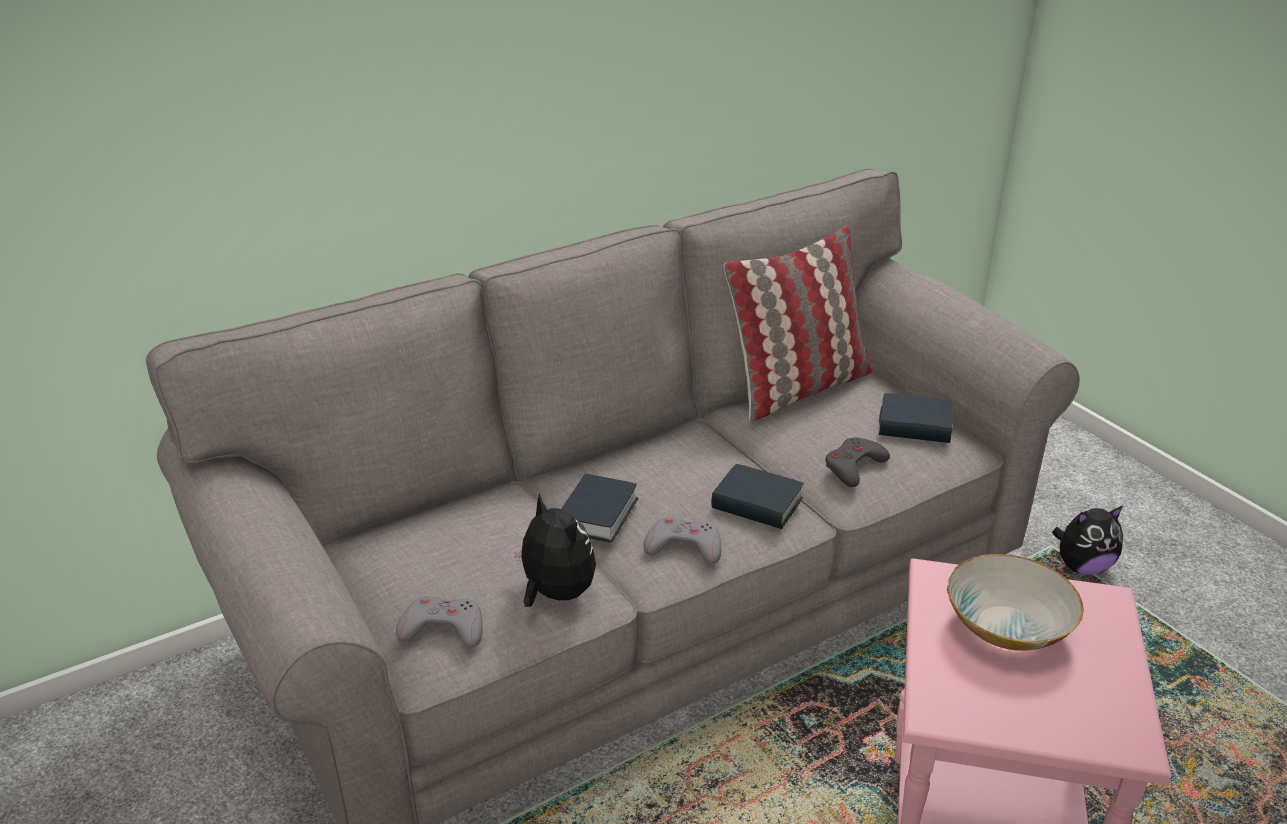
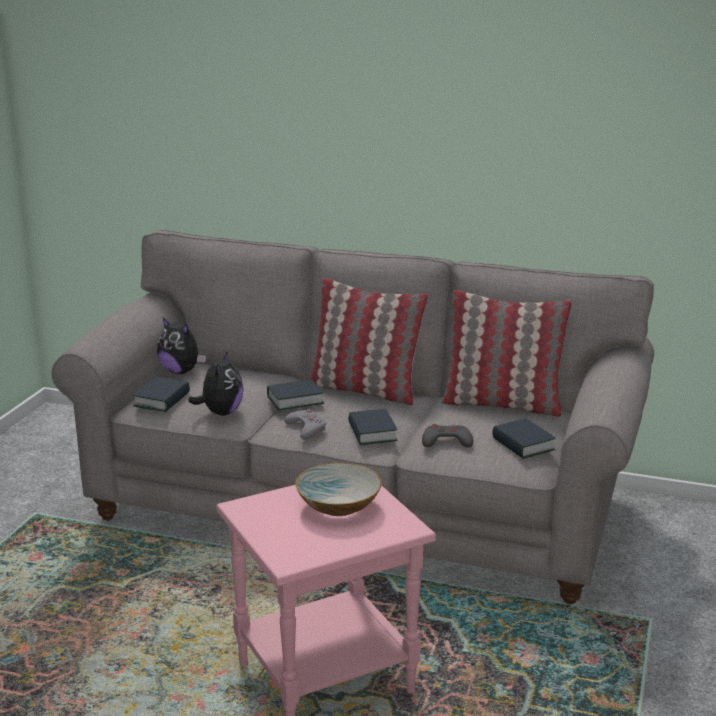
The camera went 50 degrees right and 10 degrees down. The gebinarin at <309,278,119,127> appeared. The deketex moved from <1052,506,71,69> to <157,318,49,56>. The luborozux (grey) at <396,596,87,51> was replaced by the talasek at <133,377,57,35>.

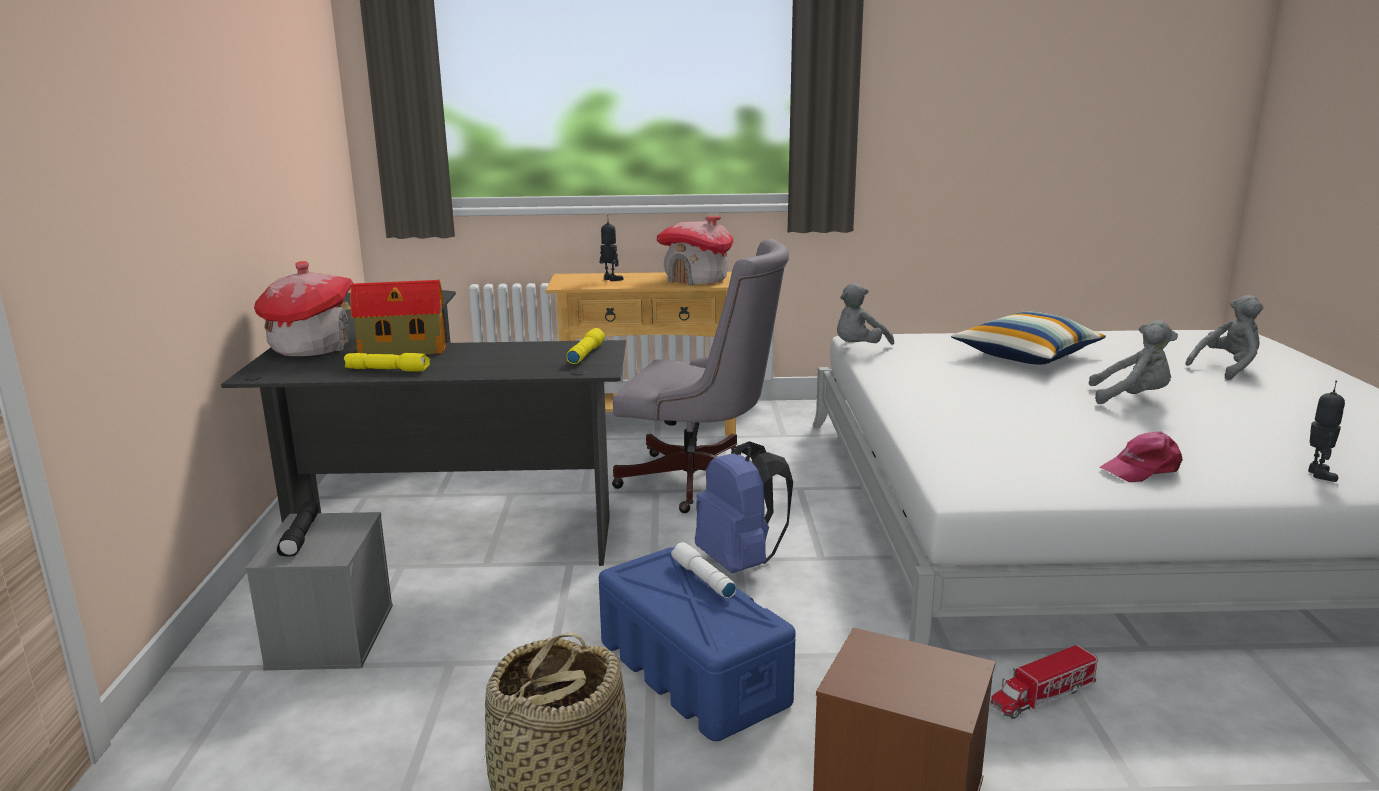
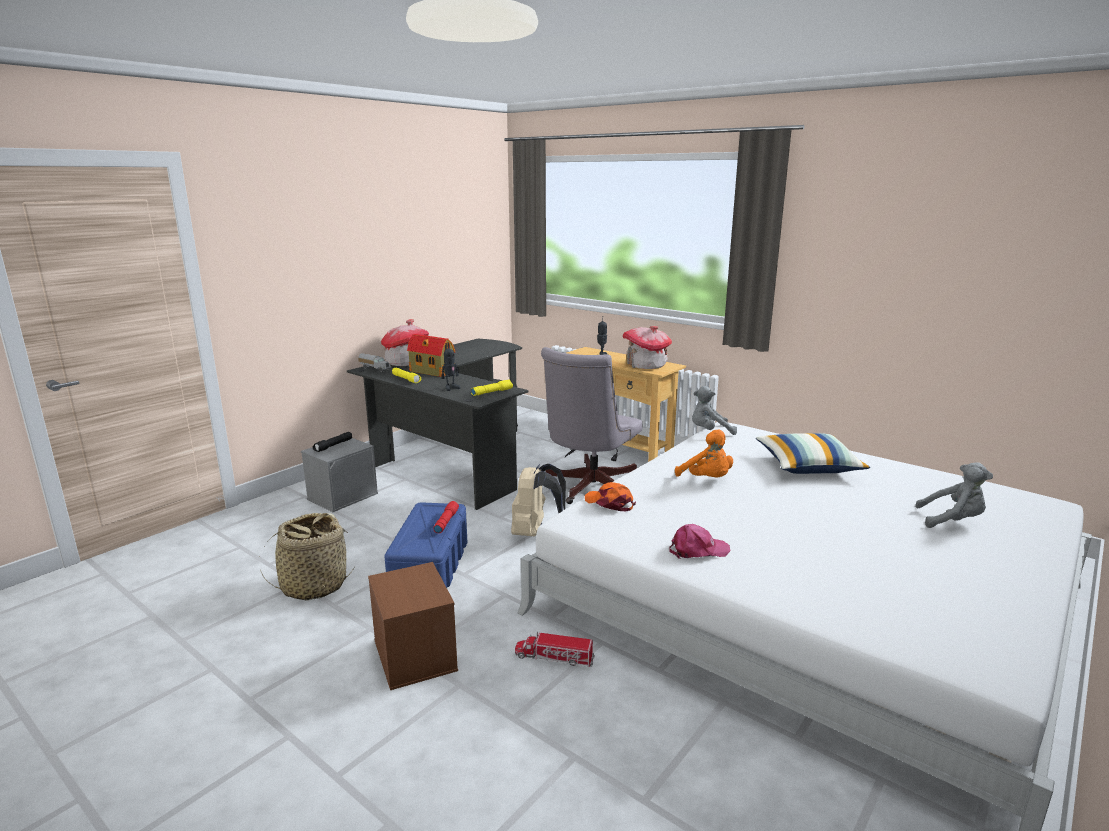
The camera went 40 degrees right and 0 degrees up. The deketex (grey) at <1089,320,89,84> disappeared. The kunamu at <358,353,33,19> appeared. The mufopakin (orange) at <585,482,51,30> appeared. The deketex (orange) at <675,429,58,48> appeared. The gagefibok moved from <1308,381,37,101> to <441,343,19,48>. The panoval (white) at <671,542,65,56> became the panoval (red) at <434,501,25,32>. The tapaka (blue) at <695,441,98,132> became the tapaka (beige) at <511,464,55,72>. The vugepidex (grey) at <612,239,177,274> turned 60 degrees clockwise. The mufopakin (pink) at <1099,432,84,50> turned 150 degrees clockwise.

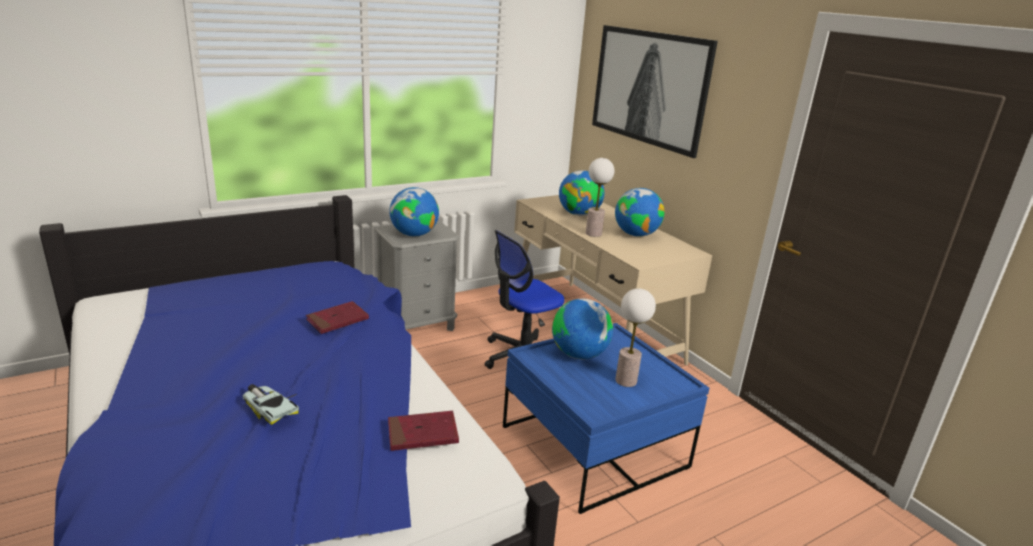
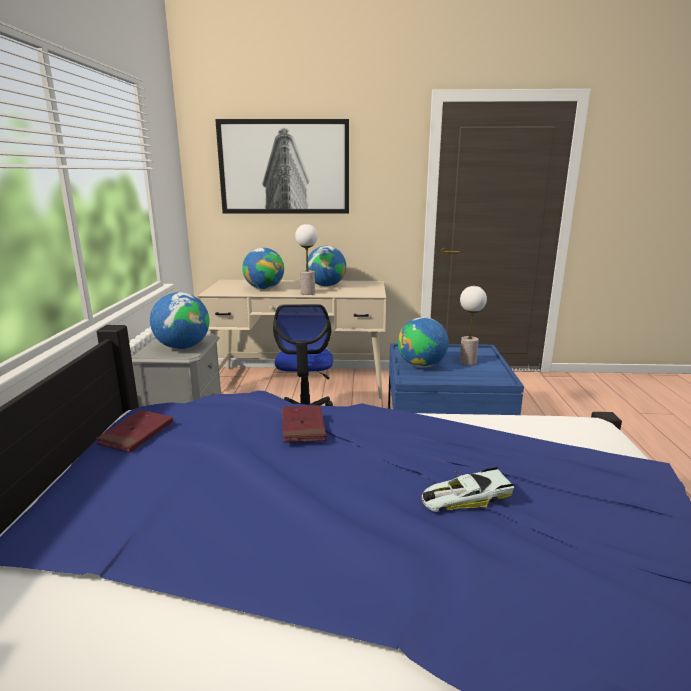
The camera went 55 degrees left and 5 degrees down. The talasek (red) moved from <388,411,71,40> to <96,410,77,43>.

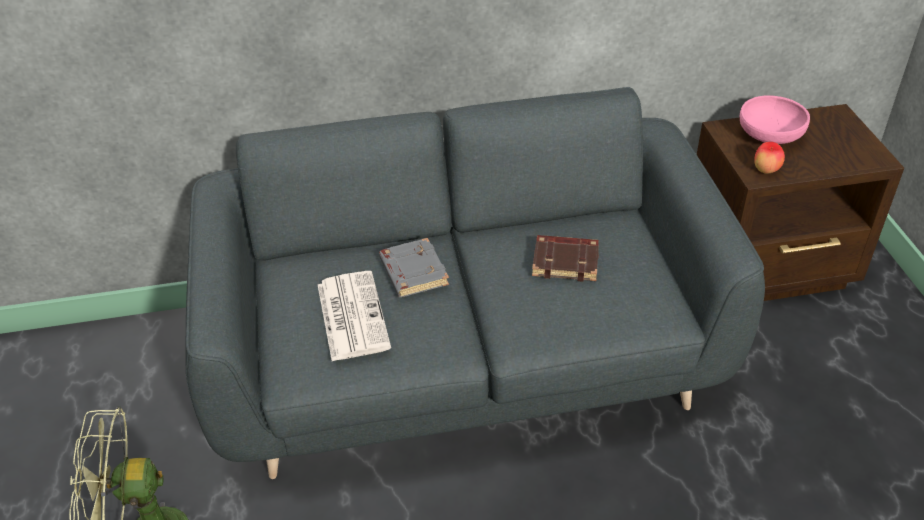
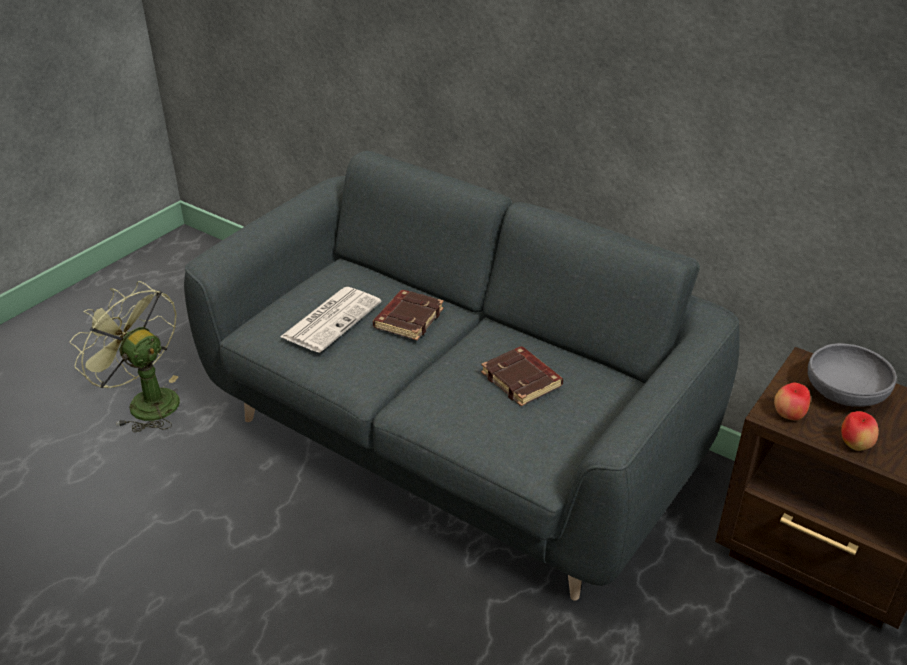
The camera went 45 degrees right and 5 degrees down. The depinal at <841,411,38,40> appeared. The talasek (grey) at <379,238,70,59> became the talasek (brown) at <373,290,71,50>. The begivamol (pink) at <740,96,70,48> became the begivamol (grey) at <808,343,89,64>.

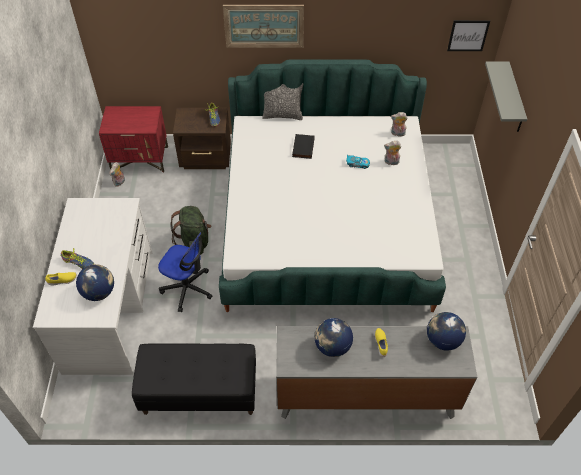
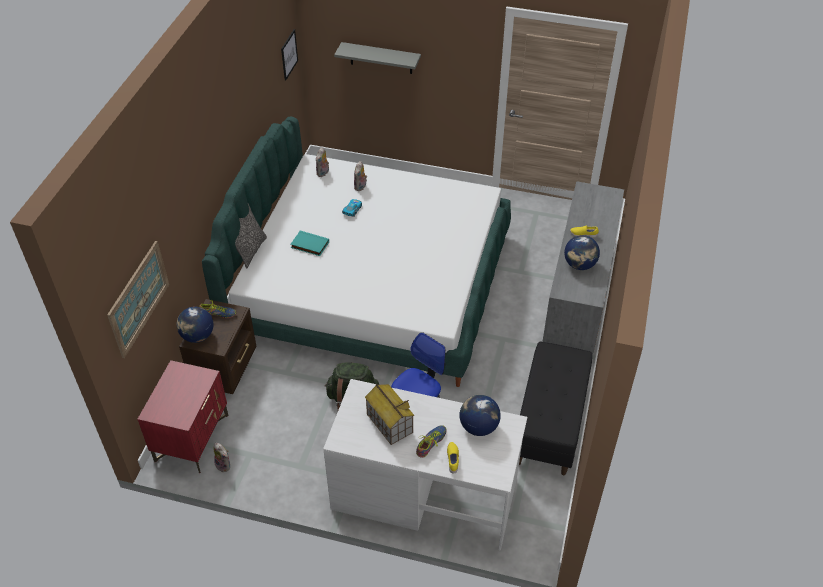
The camera went 75 degrees left and 5 degrees down. The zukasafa at <365,384,49,61> appeared. The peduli moved from <223,5,81,43> to <107,241,62,117>. The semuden moved from <427,312,39,39> to <177,307,37,36>. The talasek (black) at <292,134,23,25> became the talasek (turquoise) at <291,231,38,25>.

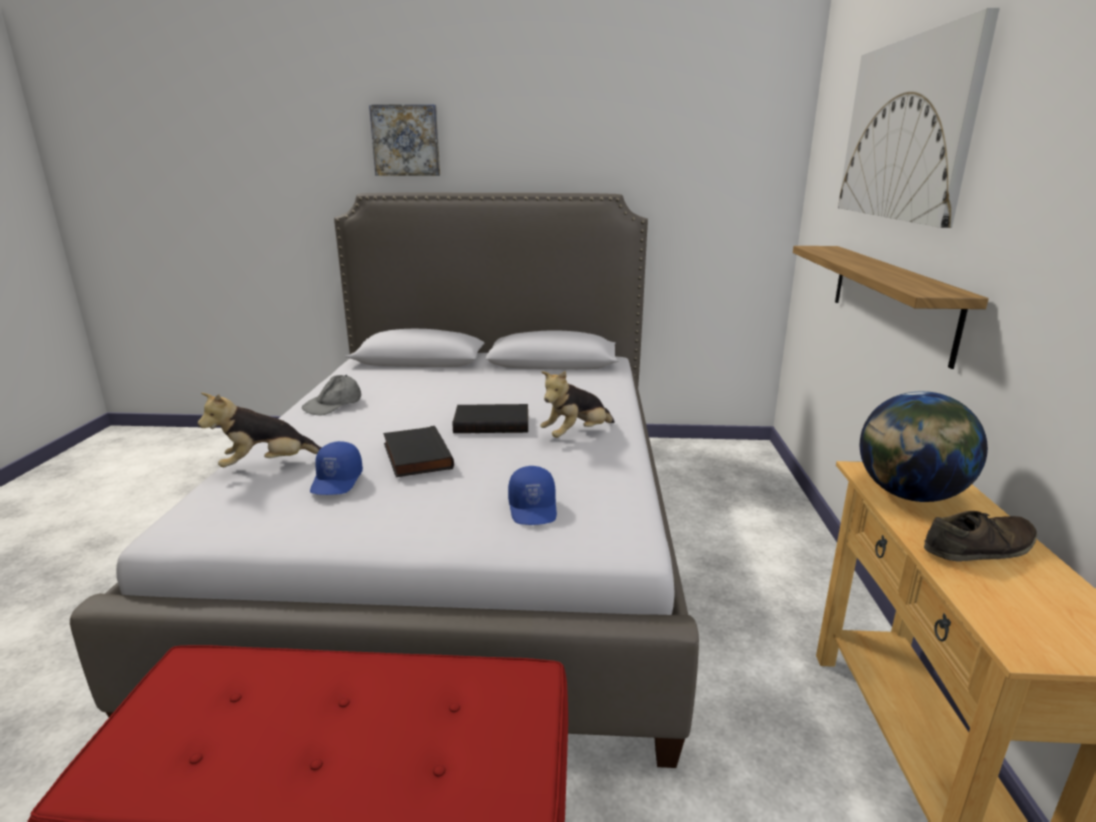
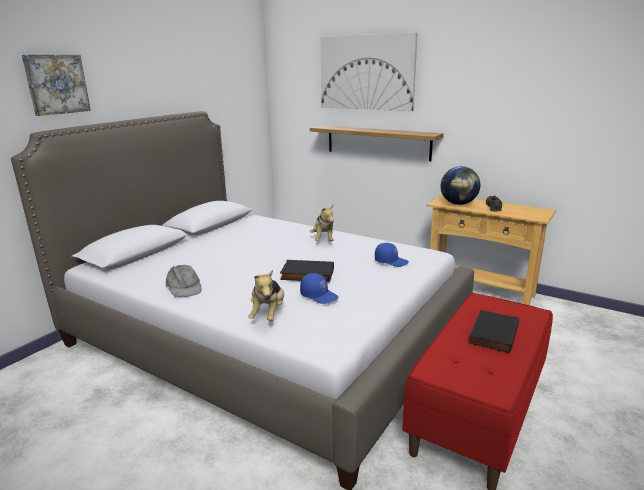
The camera went 60 degrees left and 0 degrees up. The talasek (black) moved from <453,404,75,29> to <469,310,50,43>.

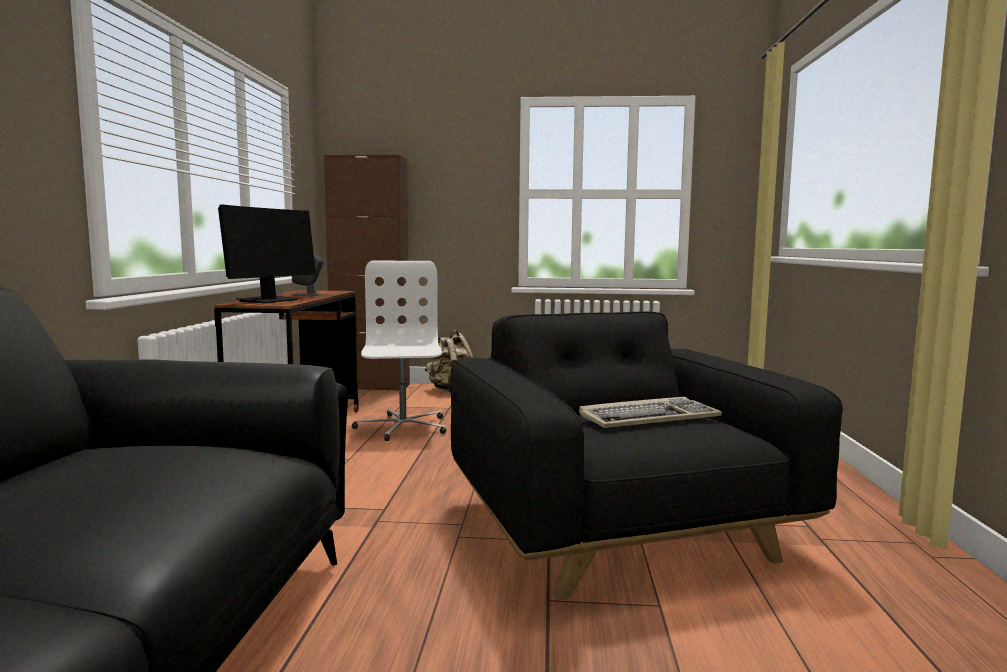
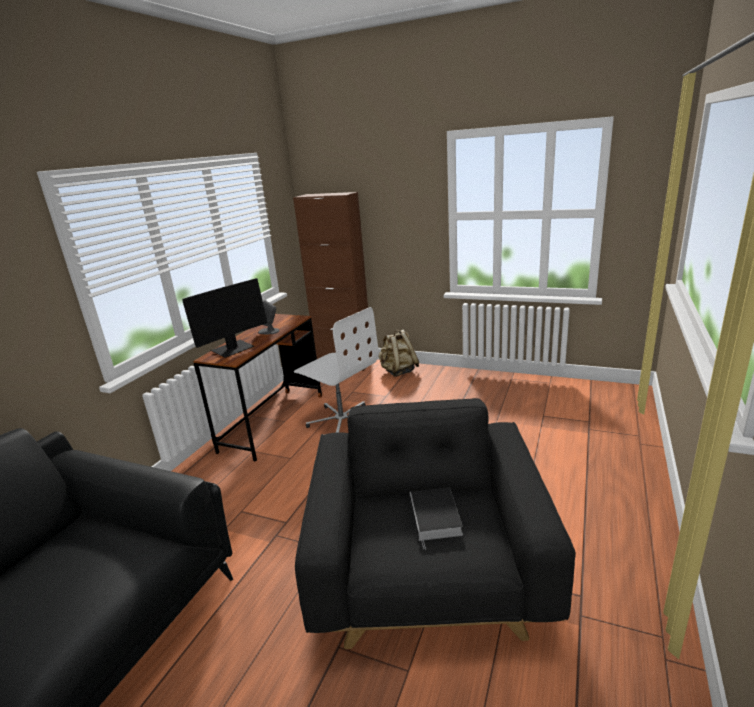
The camera went 20 degrees right and 15 degrees up. The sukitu at <579,397,143,31> was replaced by the talasek at <410,487,53,62>. The vugepidex (white) at <352,261,94,180> turned 120 degrees clockwise.

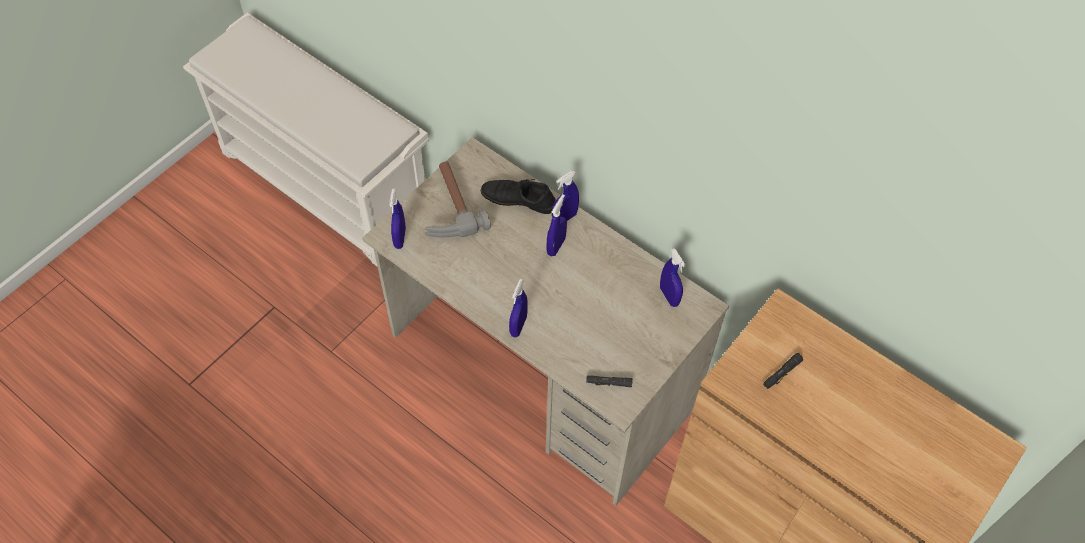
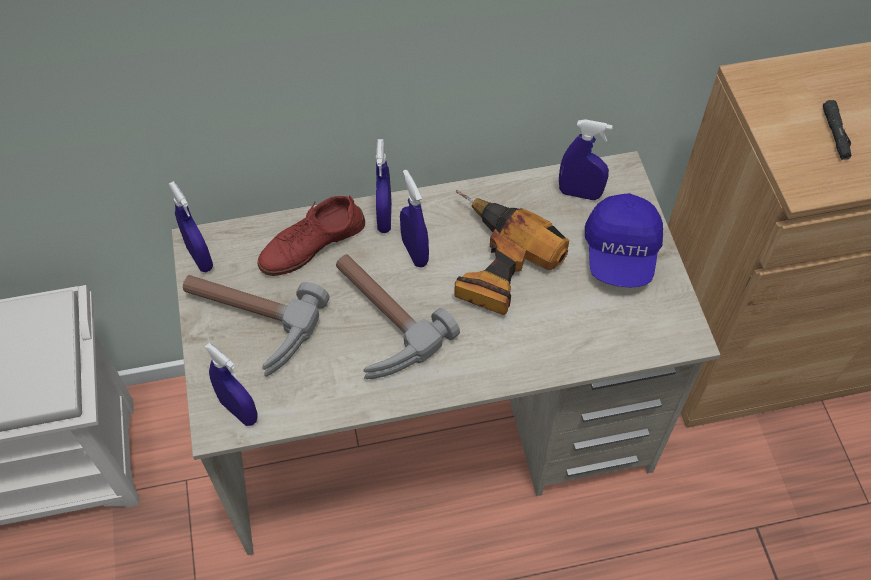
The camera went 50 degrees left and 0 degrees up. The panoval (black) at <586,376,47,11> disappeared. The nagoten at <336,254,124,125> appeared. The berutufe at <454,190,115,125> appeared. The mufopakin (blue) at <585,193,78,94> appeared. The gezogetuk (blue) moved from <509,279,19,58> to <169,181,44,91>. The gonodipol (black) at <481,179,75,35> became the gonodipol (red) at <258,195,107,81>.

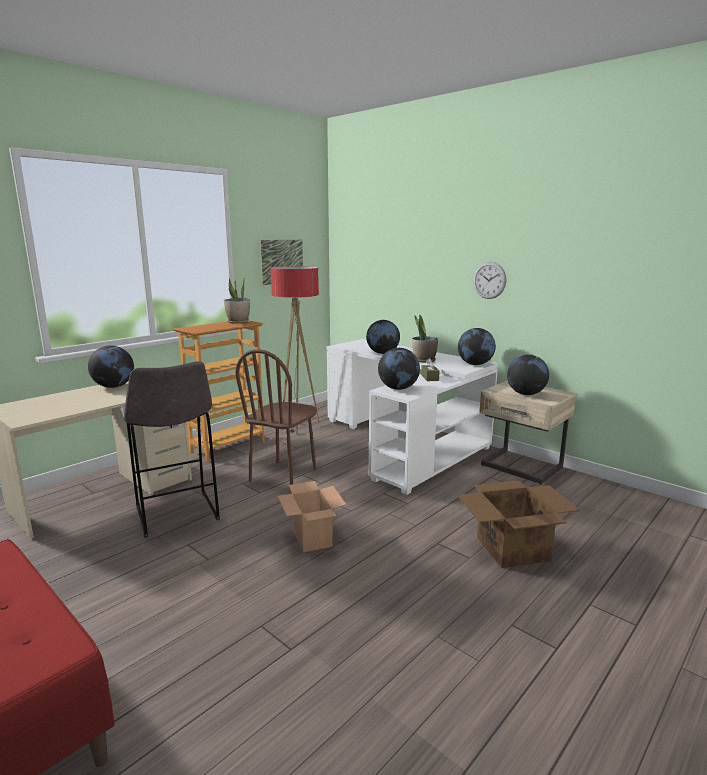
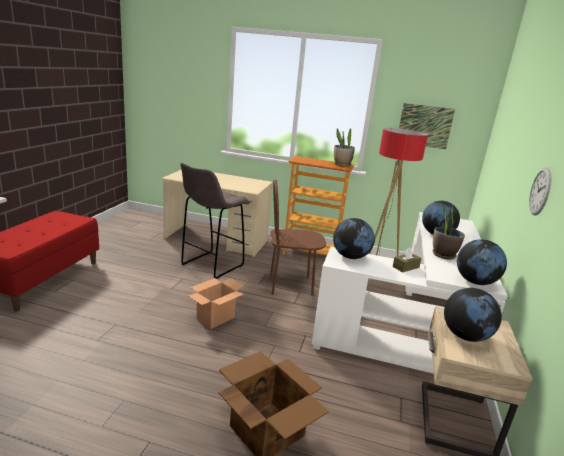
The camera went 60 degrees right and 5 degrees up. The semuden at <88,345,46,43> disappeared.

